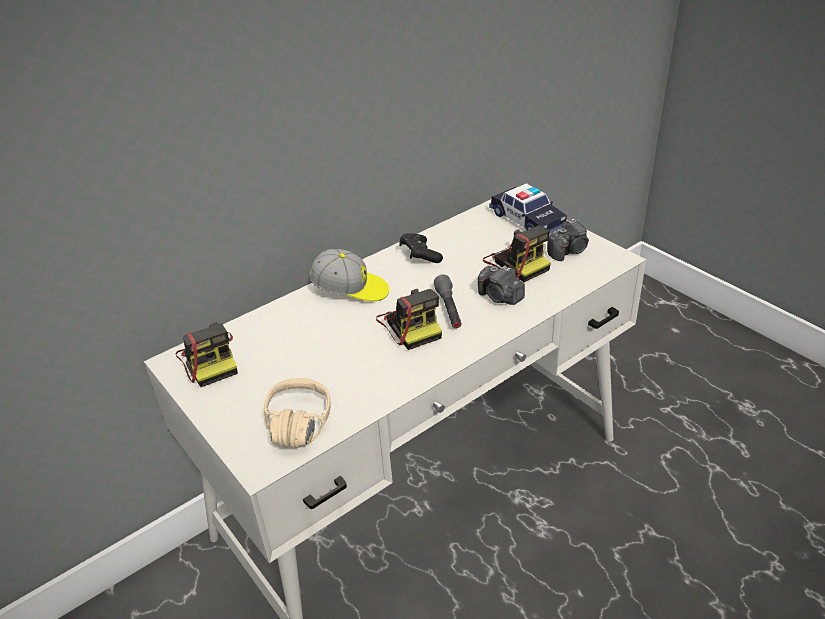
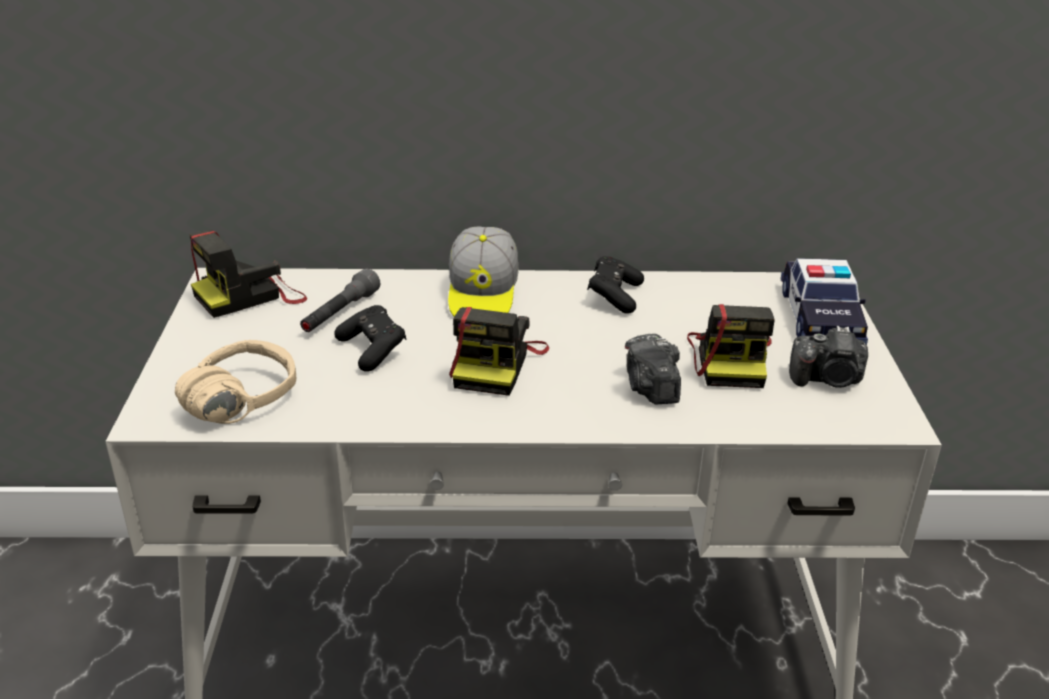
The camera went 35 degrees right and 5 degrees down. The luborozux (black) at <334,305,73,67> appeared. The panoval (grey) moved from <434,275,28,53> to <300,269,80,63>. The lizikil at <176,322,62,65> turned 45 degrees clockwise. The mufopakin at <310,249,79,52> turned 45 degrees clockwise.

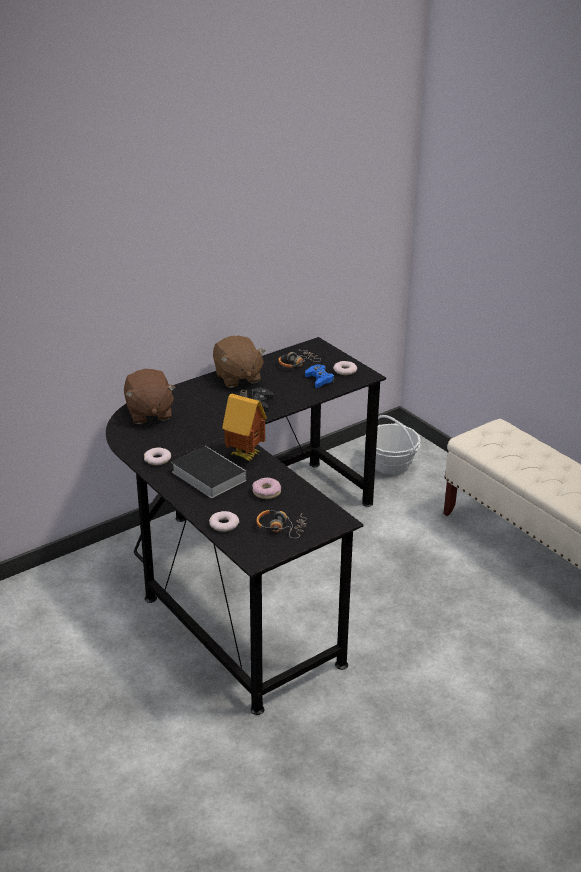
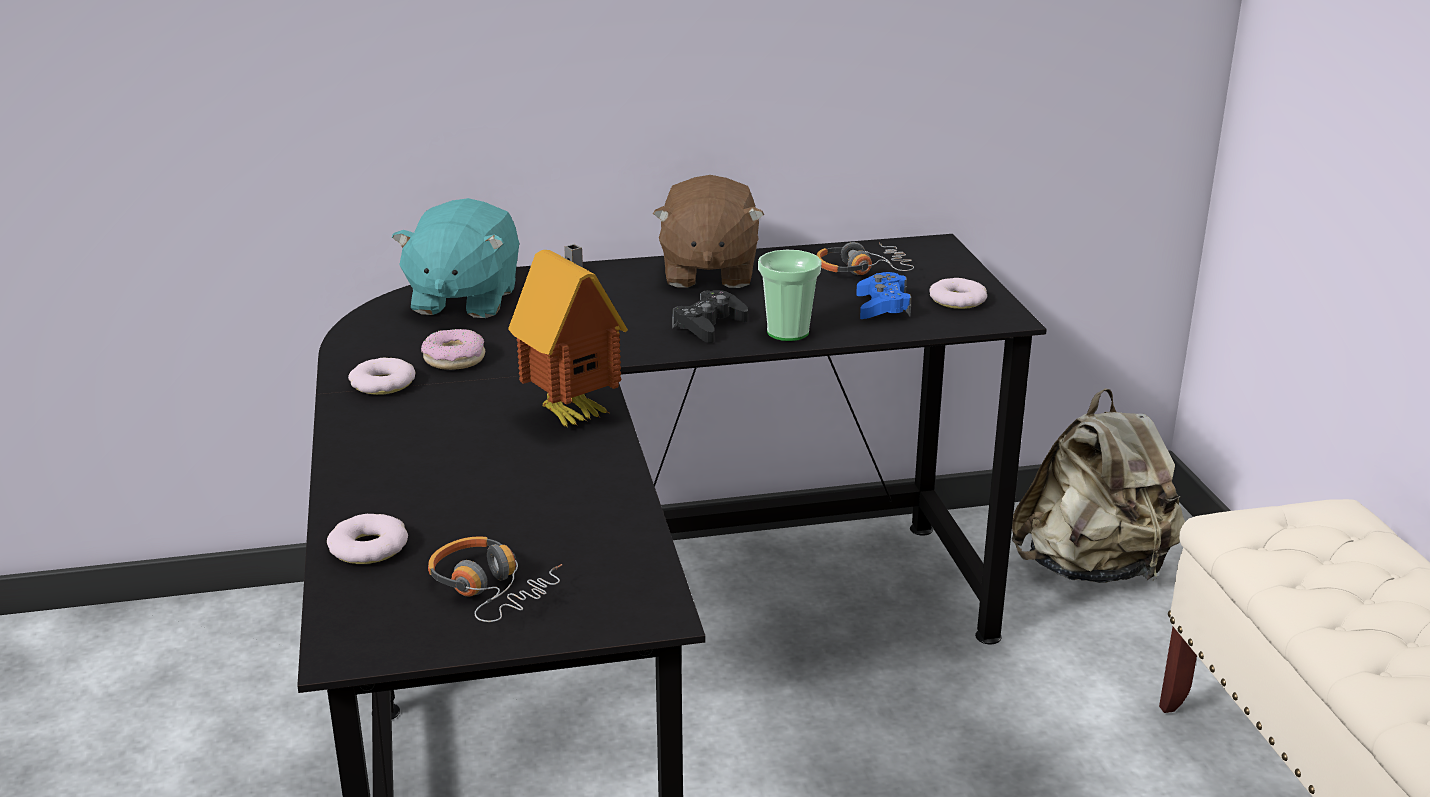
The camera went 25 degrees right and 5 degrees down. The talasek at <171,446,76,52> disappeared. The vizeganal at <758,250,64,91> appeared. The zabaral moved from <252,477,29,22> to <421,329,64,41>. The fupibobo at <365,415,56,60> was replaced by the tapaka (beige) at <1012,388,173,195>. The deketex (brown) at <124,369,52,55> became the deketex (turquoise) at <392,198,127,120>.

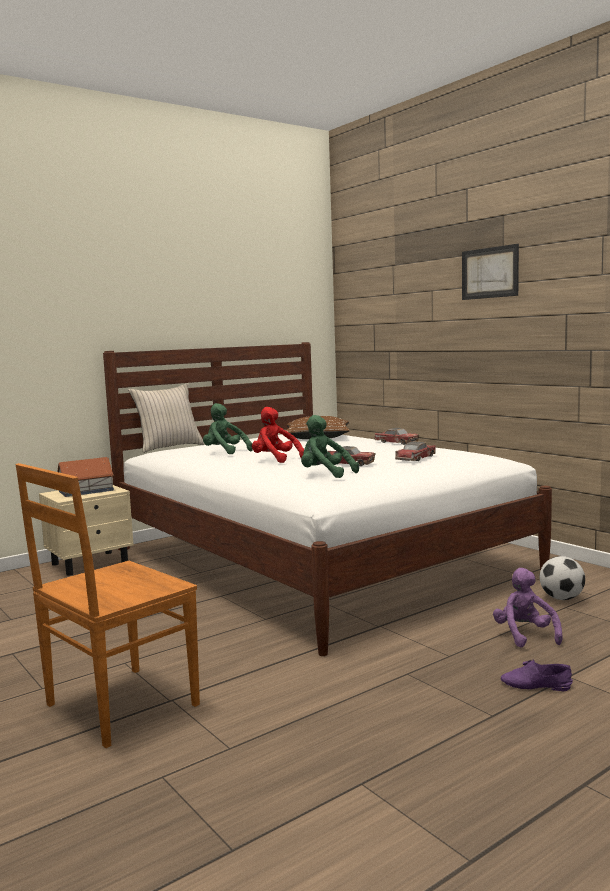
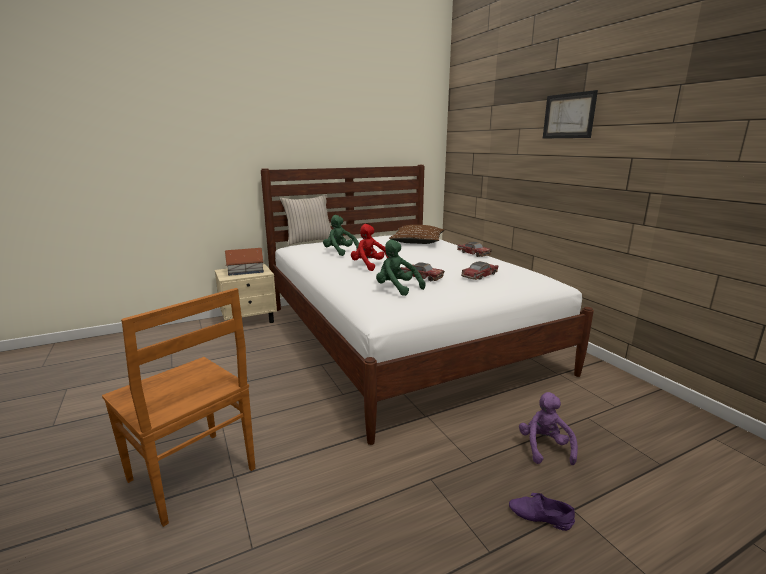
The camera went 10 degrees right and 10 degrees up. The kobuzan at <540,556,45,44> disappeared. The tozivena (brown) at <16,463,184,285> turned 105 degrees counterclockwise.

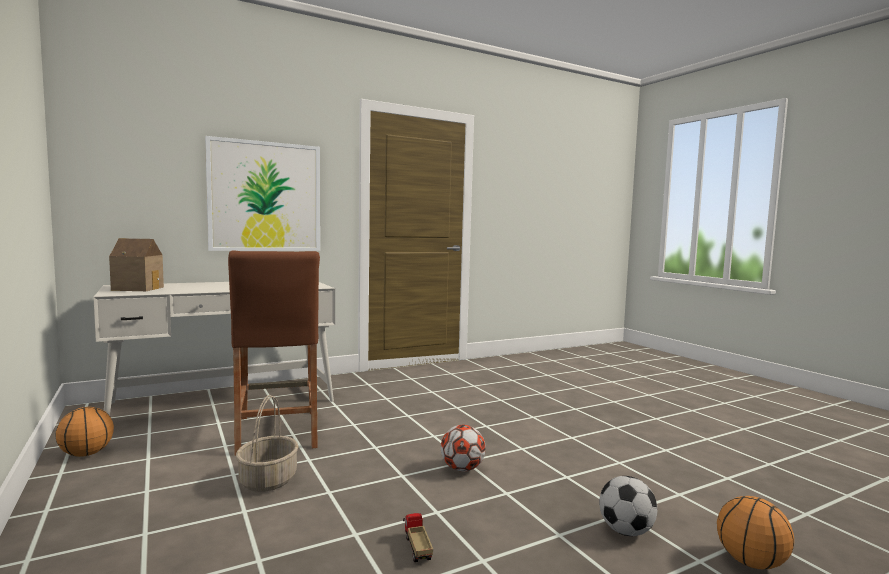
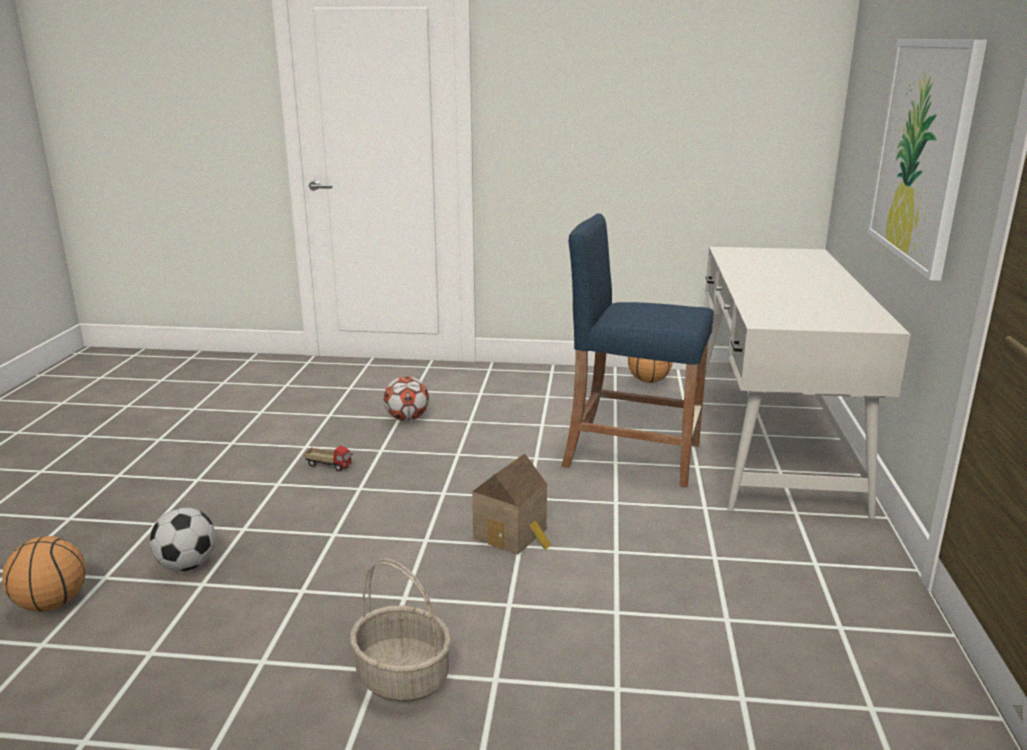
The camera went 125 degrees right and 15 degrees up. The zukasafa moved from <109,238,55,53> to <472,453,79,101>. The fupibobo moved from <236,395,63,97> to <350,558,101,144>. The kobuzan moved from <441,425,45,47> to <384,376,45,45>. The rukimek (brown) at <228,250,92,206> became the rukimek (blue) at <561,213,153,274>.

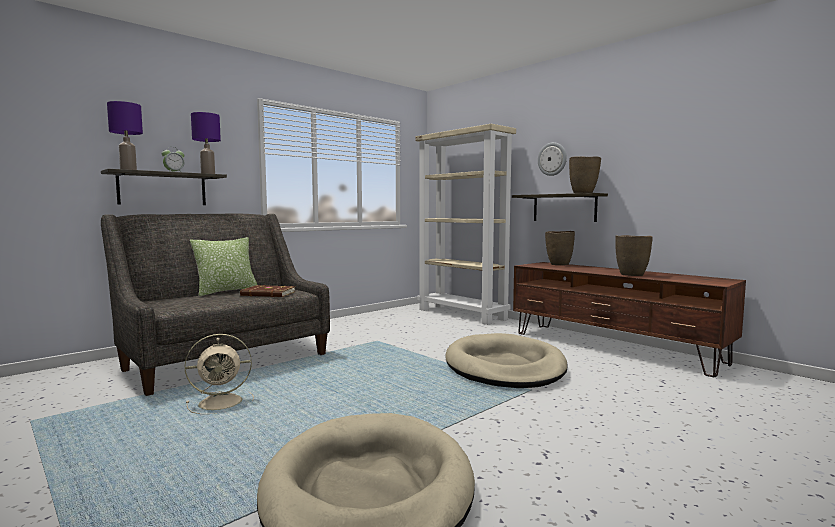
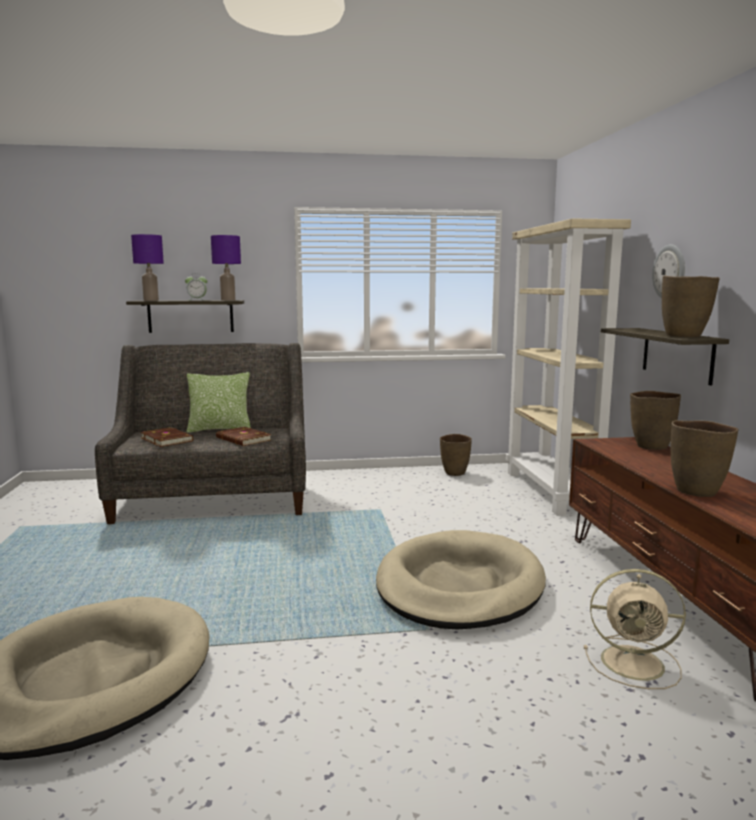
The camera went 35 degrees right and 5 degrees up. The talasek (brown) at <141,427,52,20> appeared. The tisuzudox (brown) at <440,434,32,42> appeared. The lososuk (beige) moved from <185,334,69,80> to <584,569,102,120>.

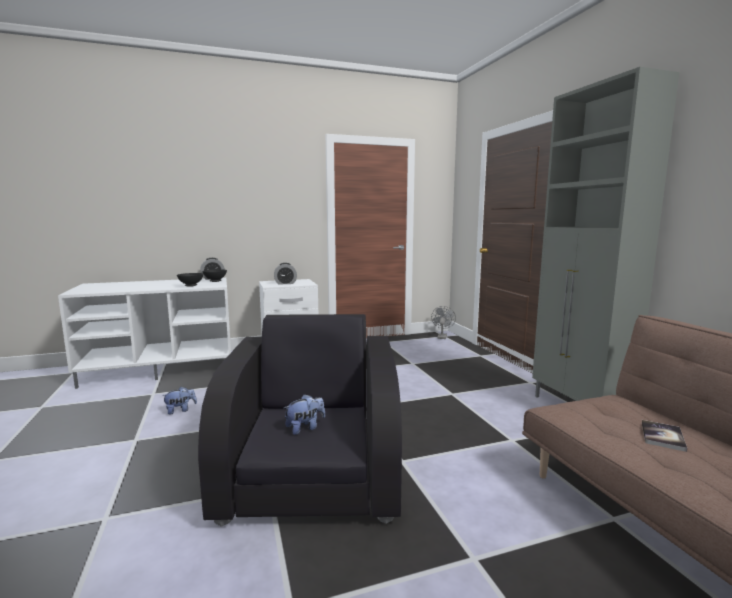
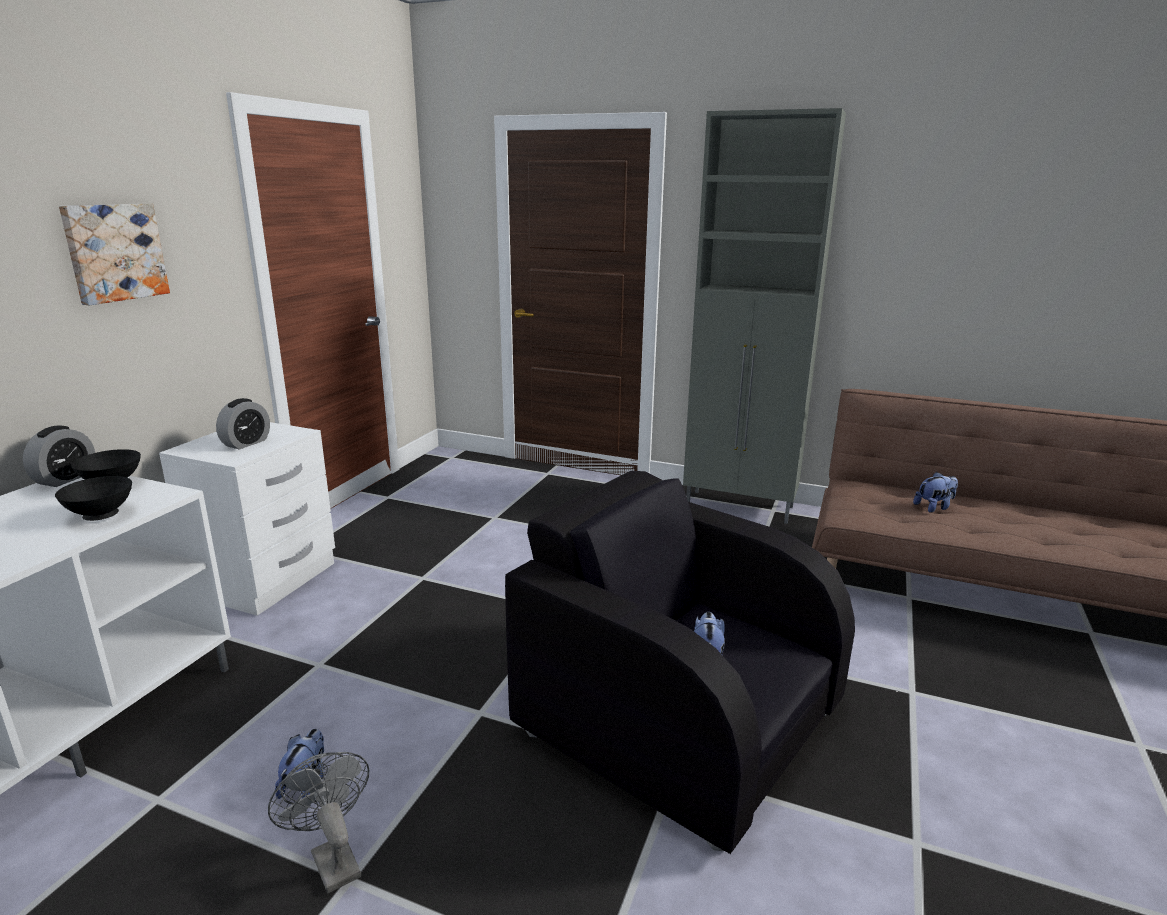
The camera went 50 degrees left and 10 degrees up. The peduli at <59,203,111,103> appeared. The lososuk (grey) moved from <431,306,25,33> to <268,752,101,141>. The talasek at <642,420,45,32> was replaced by the deketex at <913,472,45,41>.

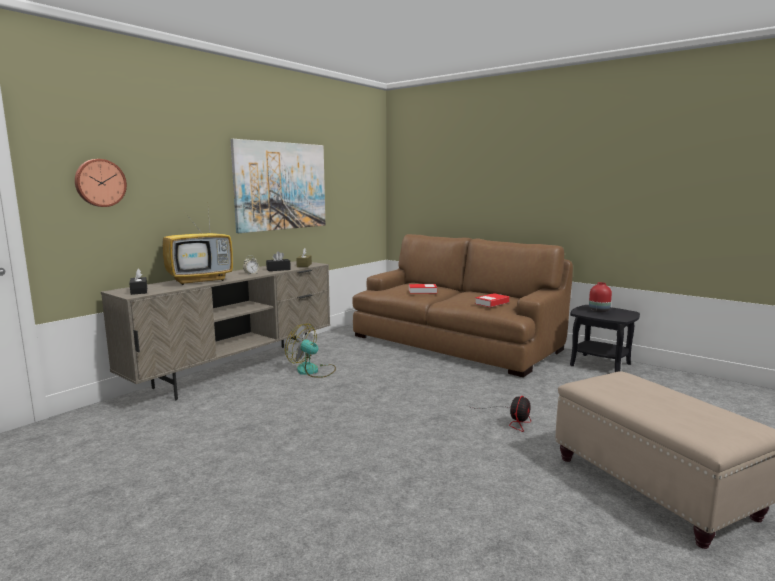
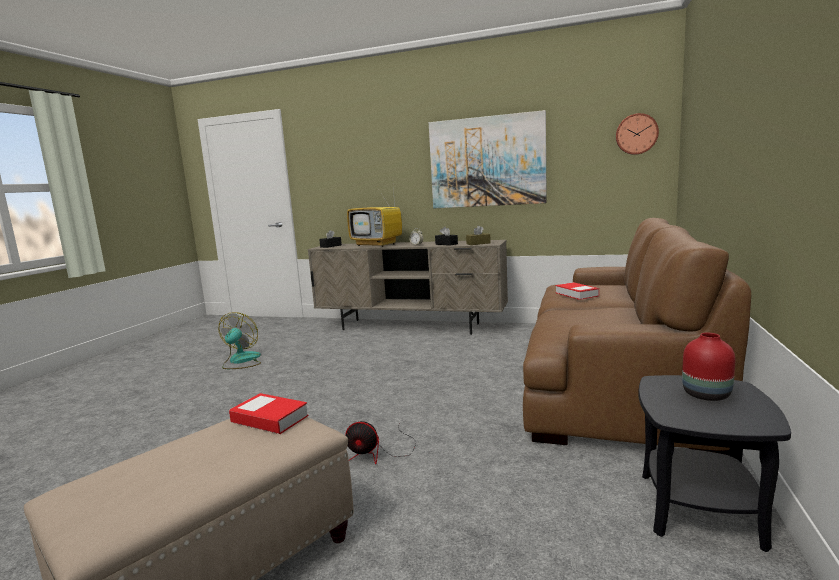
The camera went 70 degrees right and 0 degrees up. The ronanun moved from <75,159,52,48> to <616,113,43,42>. The lososuk moved from <285,324,51,54> to <219,312,42,57>. The talasek moved from <475,293,34,14> to <229,393,80,41>.

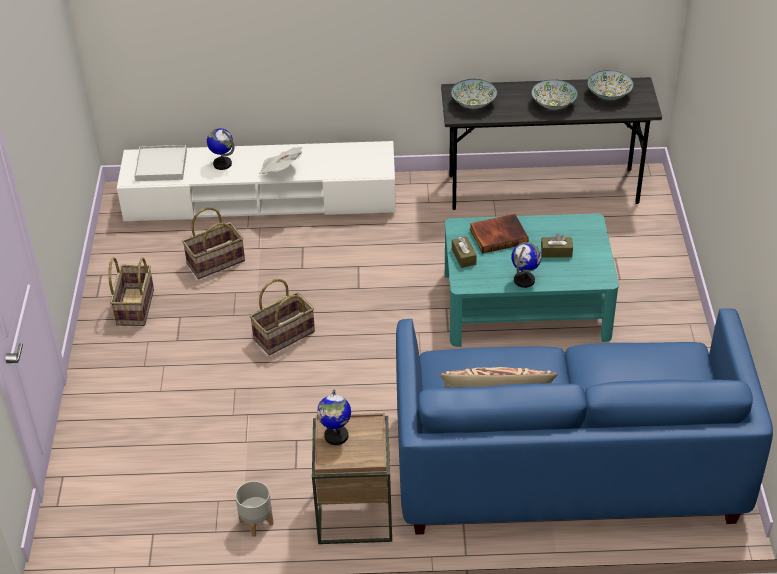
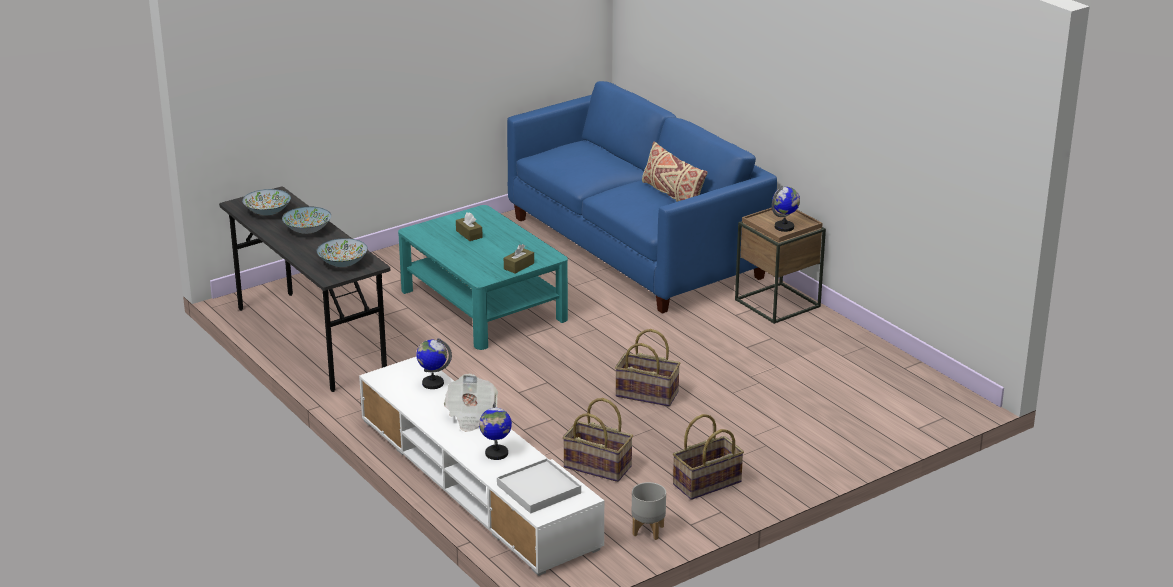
The camera went 125 degrees left and 15 degrees down. The talasek at <470,214,59,40> disappeared. The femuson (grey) moved from <235,481,38,56> to <632,482,34,58>. The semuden moved from <511,242,30,46> to <416,338,36,51>.

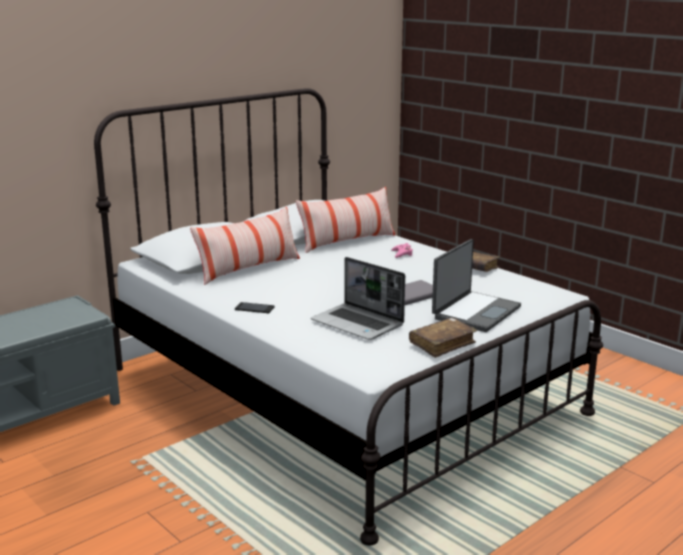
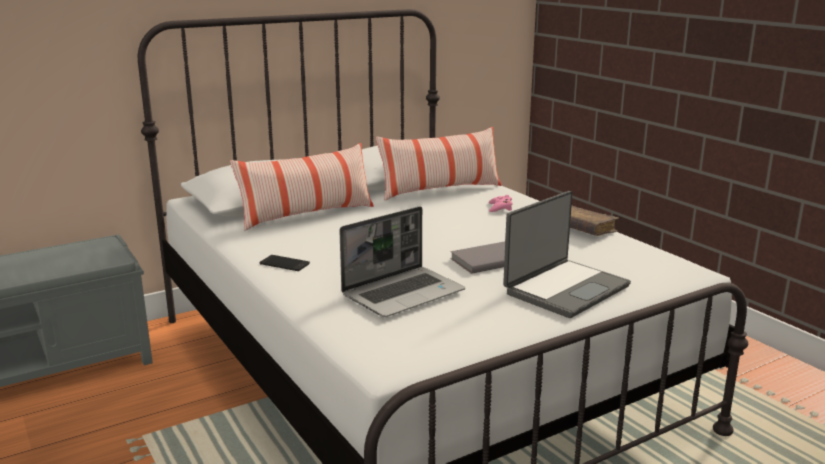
The camera went 10 degrees right and 0 degrees up. The talasek (brown) at <409,317,68,41> disappeared. The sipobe at <311,257,94,83> turned 90 degrees counterclockwise.

